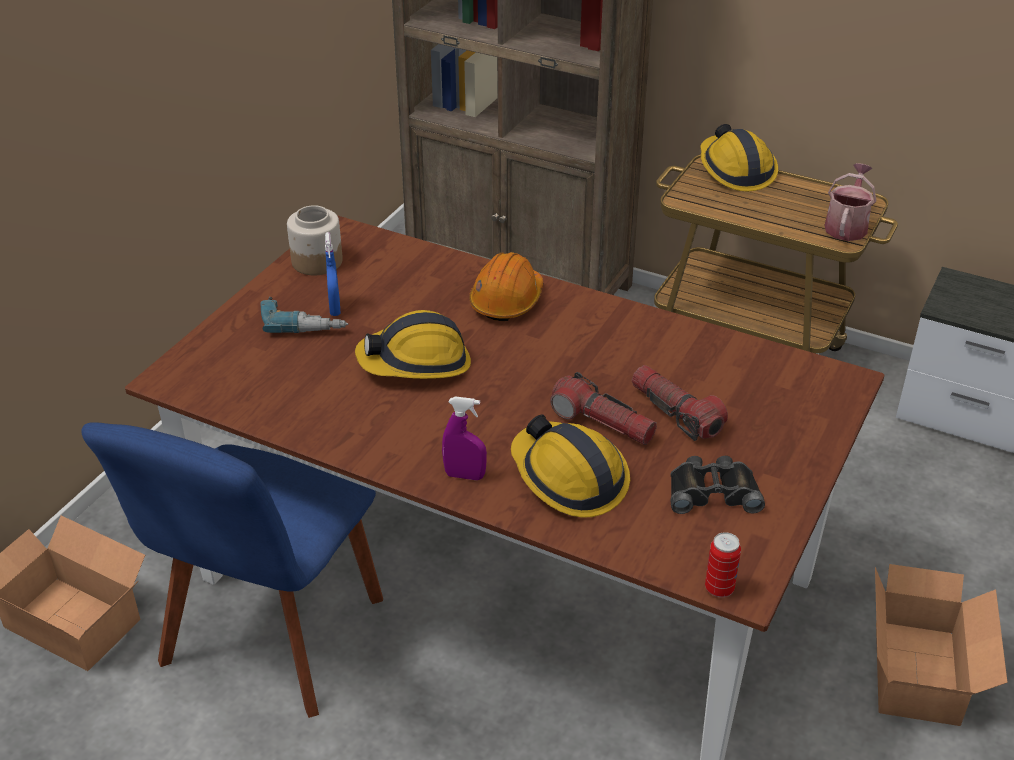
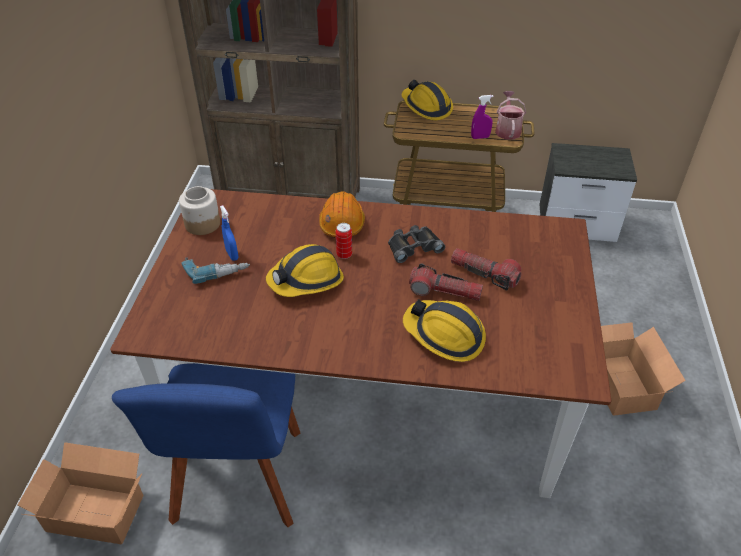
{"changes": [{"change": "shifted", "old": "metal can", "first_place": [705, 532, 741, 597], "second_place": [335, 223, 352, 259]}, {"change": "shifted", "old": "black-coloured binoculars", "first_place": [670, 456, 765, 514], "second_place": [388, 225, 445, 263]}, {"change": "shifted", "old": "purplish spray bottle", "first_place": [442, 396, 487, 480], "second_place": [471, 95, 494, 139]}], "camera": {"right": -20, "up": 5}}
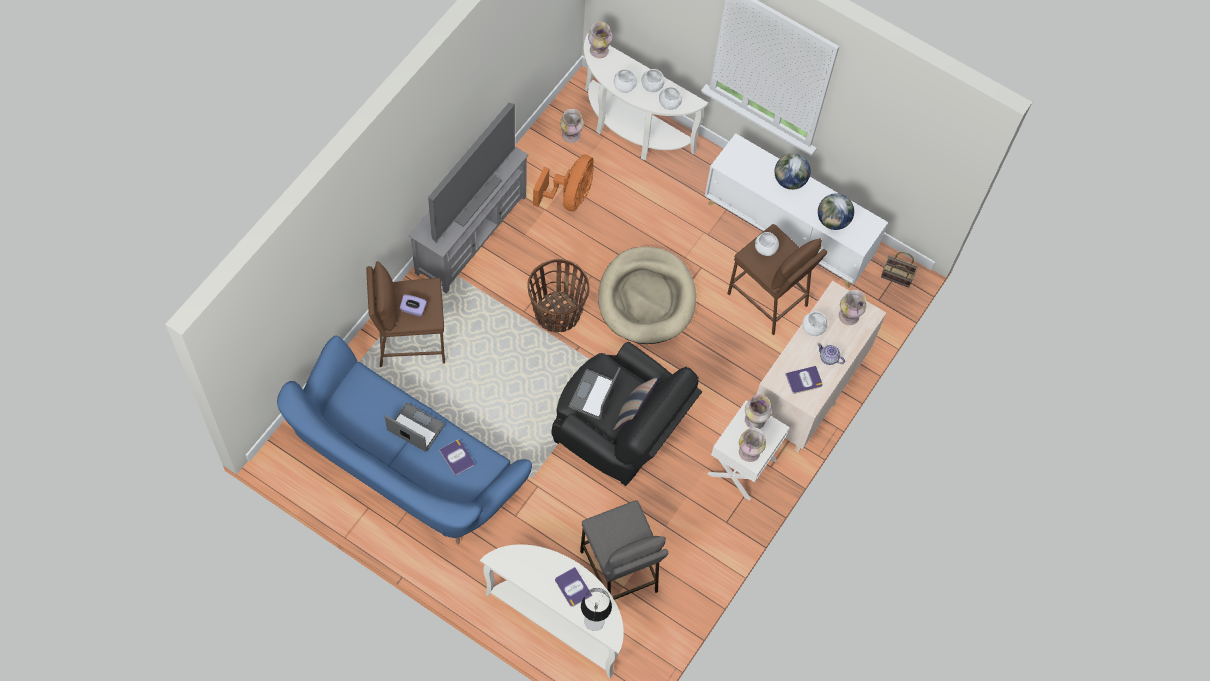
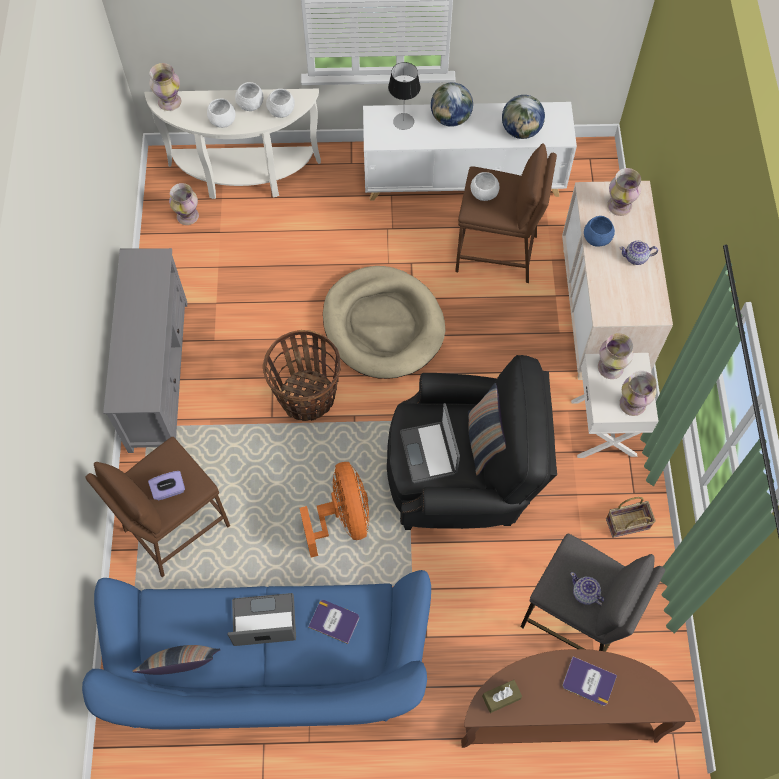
{"changes": [{"change": "new", "new": "pillow", "second_place": [132, 645, 220, 675]}, {"change": "shifted", "old": "orangey electric fan", "first_place": [533, 155, 594, 211], "second_place": [300, 462, 369, 557]}, {"change": "shifted", "old": "lamp for a table", "first_place": [581, 588, 612, 631], "second_place": [388, 62, 420, 130]}, {"change": "repainted", "old": "whitish narrow table", "new": "brown-coloured narrow table", "first_place": [480, 544, 624, 678], "second_place": [461, 649, 696, 748]}, {"change": "new", "new": "brown-coloured tissue box", "second_place": [482, 680, 522, 713]}, {"change": "new", "new": "tea pot", "second_place": [570, 572, 605, 605]}, {"change": "repainted", "old": "whitish bowl", "new": "blue bowl", "first_place": [803, 311, 827, 336], "second_place": [584, 216, 615, 247]}, {"change": "shifted", "old": "household basket", "first_place": [881, 252, 918, 288], "second_place": [606, 497, 656, 538]}, {"change": "gone", "old": "TV set", "first_place": [428, 103, 515, 243]}, {"change": "gone", "old": "book", "first_place": [785, 366, 823, 394]}], "camera": {"right": -30, "up": 0}}
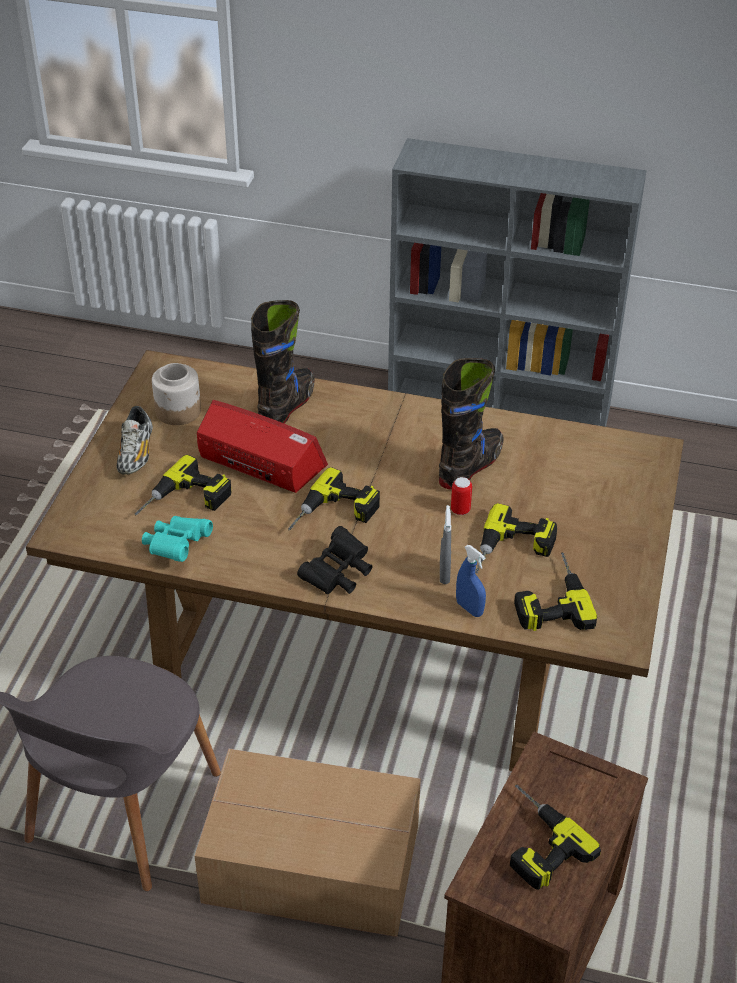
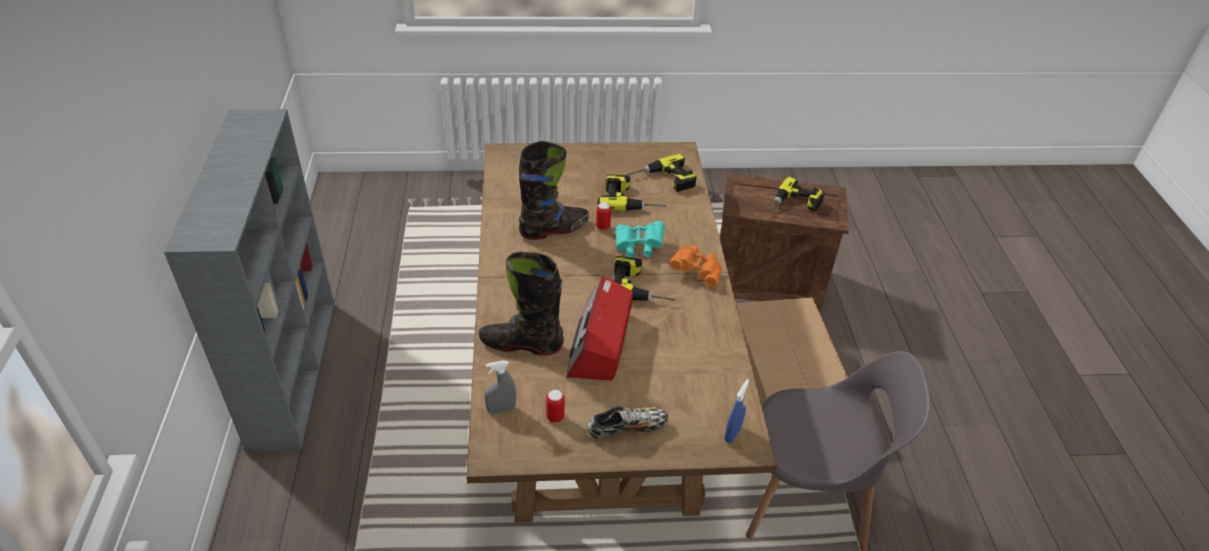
{"changes": [{"change": "shifted", "old": "greyish spray bottle", "first_place": [440, 505, 451, 584], "second_place": [484, 361, 516, 414]}, {"change": "rotated", "old": "black-coloured tall boot", "first_place": [439, 358, 504, 490], "second_place": [519, 141, 589, 240], "degrees": 135}, {"change": "swapped", "old": "storage jar", "new": "metal can", "first_place": [152, 363, 201, 425], "second_place": [546, 390, 565, 423]}, {"change": "shifted", "old": "blue-green binoculars", "first_place": [142, 516, 213, 562], "second_place": [615, 221, 665, 258]}, {"change": "repainted", "old": "black-coloured binoculars", "new": "orangey binoculars", "first_place": [297, 526, 372, 594], "second_place": [669, 246, 722, 287]}, {"change": "shifted", "old": "blue spray bottle", "first_place": [456, 545, 486, 617], "second_place": [724, 379, 749, 443]}, {"change": "gone", "old": "power drill", "first_place": [135, 455, 232, 515]}], "camera": {"right": -110, "up": 0}}
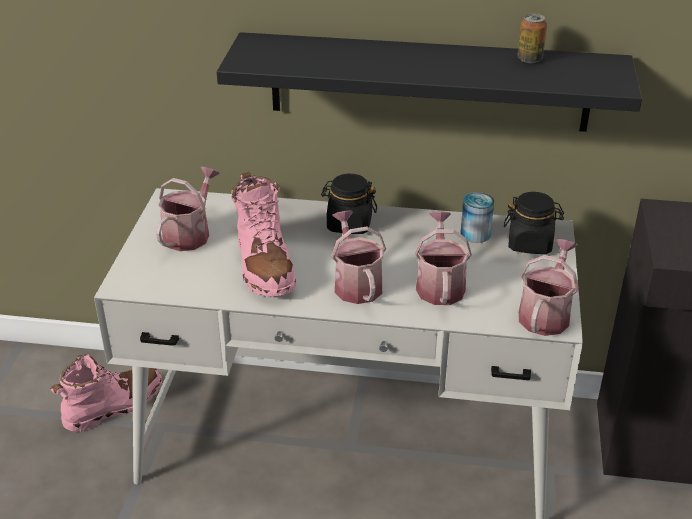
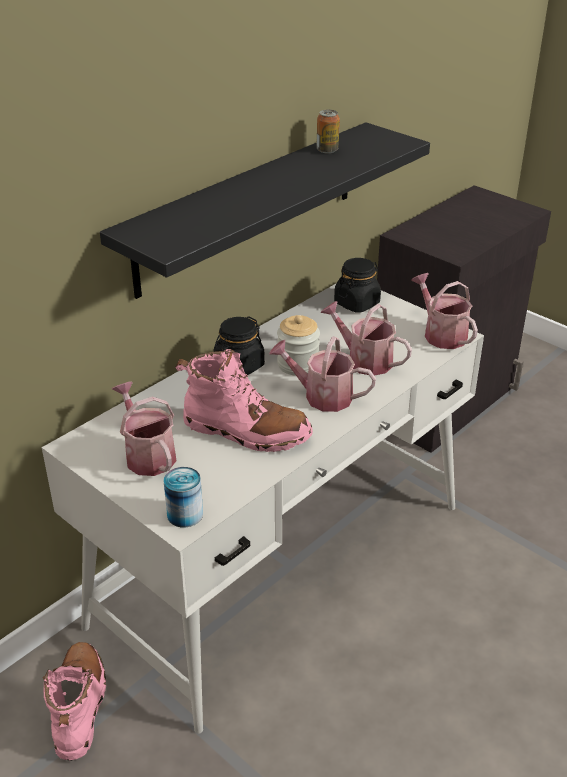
{"changes": [{"change": "shifted", "old": "metal can", "first_place": [460, 192, 494, 243], "second_place": [163, 467, 203, 527]}, {"change": "new", "new": "storage jar", "second_place": [277, 315, 320, 376]}], "camera": {"right": -55, "up": 0}}
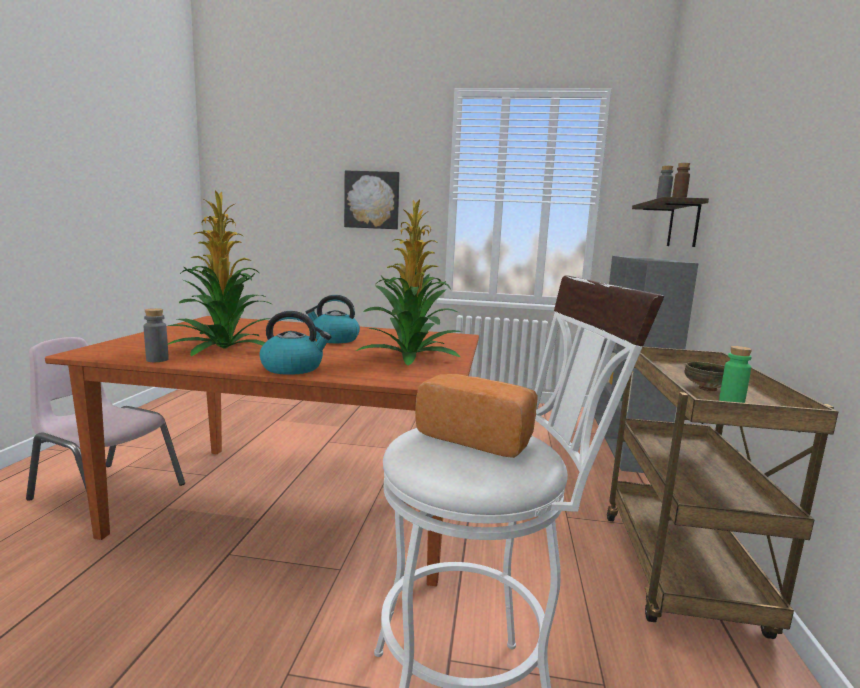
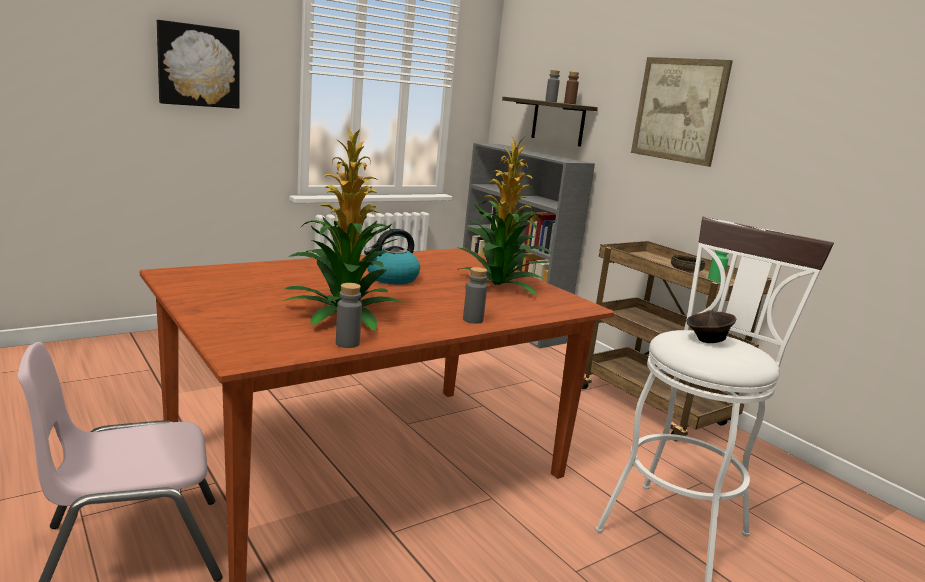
{"changes": [{"change": "swapped", "old": "tea kettle", "new": "greyish beverage bottle", "first_place": [259, 311, 331, 375], "second_place": [463, 267, 487, 323]}, {"change": "new", "new": "wall art", "second_place": [631, 57, 733, 167]}, {"change": "swapped", "old": "bakery bread", "new": "brown-coloured bowl", "first_place": [415, 374, 538, 458], "second_place": [686, 310, 736, 343]}], "camera": {"right": -45, "up": 5}}
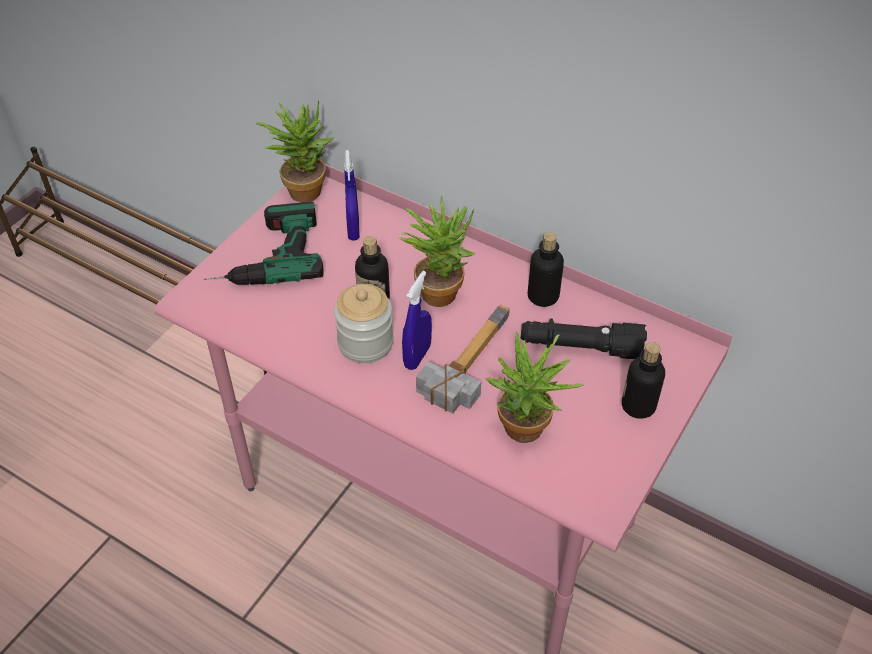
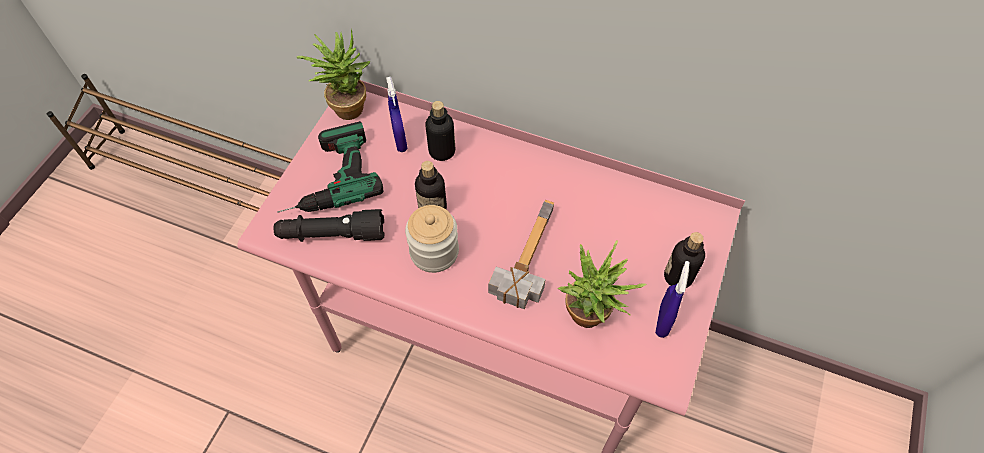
{"changes": [{"change": "shifted", "old": "black-coloured flashlight", "first_place": [521, 319, 647, 359], "second_place": [274, 209, 385, 242]}, {"change": "shifted", "old": "beverage bottle", "first_place": [528, 232, 564, 307], "second_place": [426, 101, 455, 161]}, {"change": "shifted", "old": "blue spray bottle", "first_place": [402, 271, 432, 370], "second_place": [655, 261, 690, 338]}, {"change": "gone", "old": "plant in a pot", "first_place": [398, 196, 475, 307]}], "camera": {"right": -10, "up": 10}}
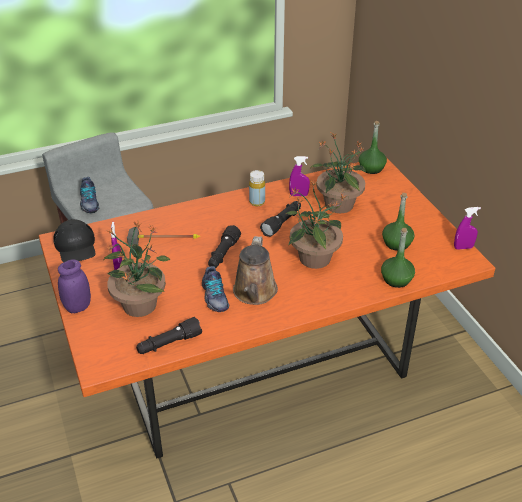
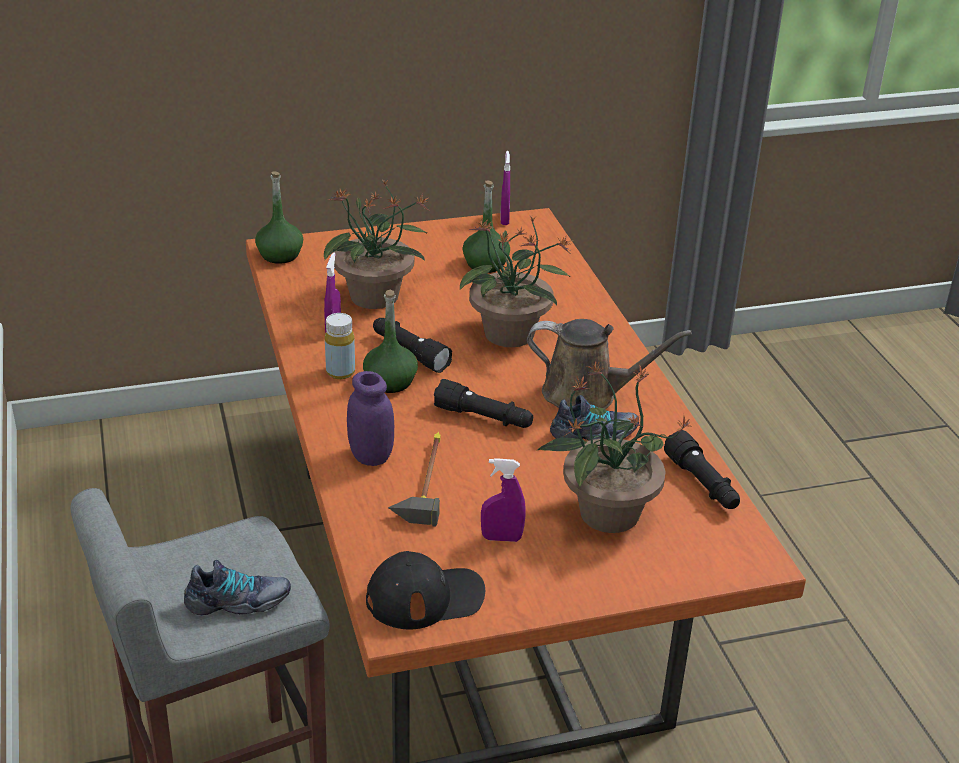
{"changes": [{"change": "shifted", "old": "purplish storage jar", "first_place": [58, 259, 91, 313], "second_place": [347, 371, 394, 466]}, {"change": "shifted", "old": "greenish beverage bottle", "first_place": [381, 228, 415, 288], "second_place": [363, 290, 418, 393]}], "camera": {"right": -85, "up": -5}}
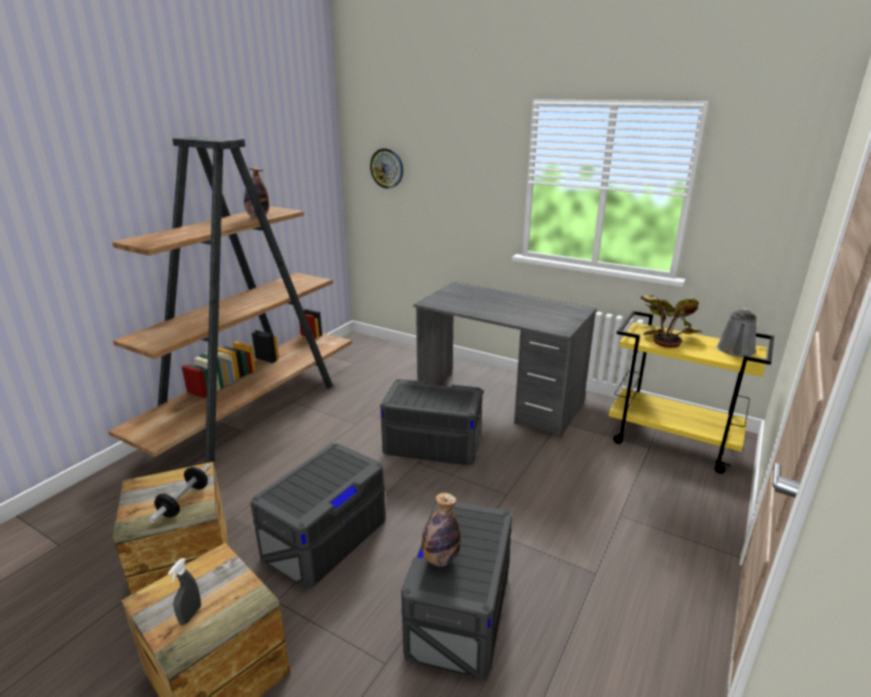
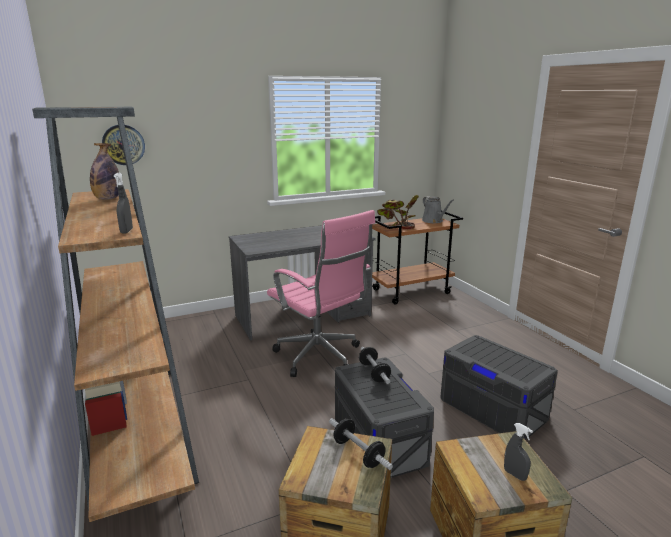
{"changes": [{"change": "new", "new": "greyish spray bottle", "second_place": [114, 173, 133, 234]}, {"change": "swapped", "old": "greyish storage bin", "new": "pink desk chair", "first_place": [380, 379, 483, 466], "second_place": [267, 210, 375, 377]}, {"change": "new", "new": "free weight", "second_place": [359, 347, 391, 384]}, {"change": "repainted", "old": "yellow trolley", "new": "brown-coloured trolley", "first_place": [609, 311, 774, 473], "second_place": [372, 210, 463, 304]}, {"change": "gone", "old": "beverage bottle", "first_place": [422, 493, 460, 566]}], "camera": {"right": -55, "up": -5}}
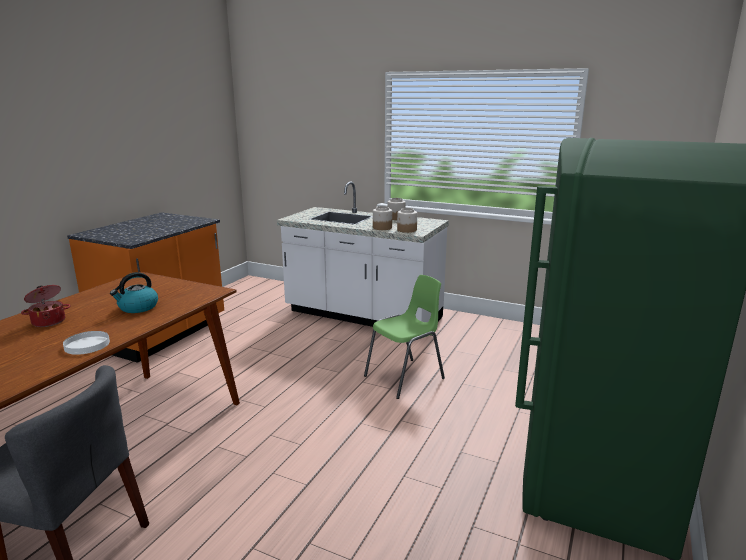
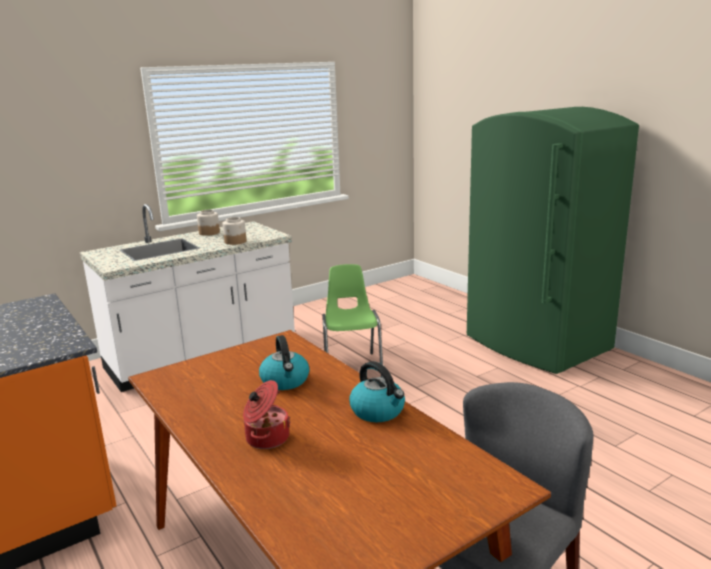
{"changes": [{"change": "swapped", "old": "whitish flat dish", "new": "tea kettle", "first_place": [63, 331, 110, 355], "second_place": [349, 361, 405, 422]}, {"change": "gone", "old": "storage jar", "first_place": [397, 208, 417, 233]}], "camera": {"right": -60, "up": 0}}
